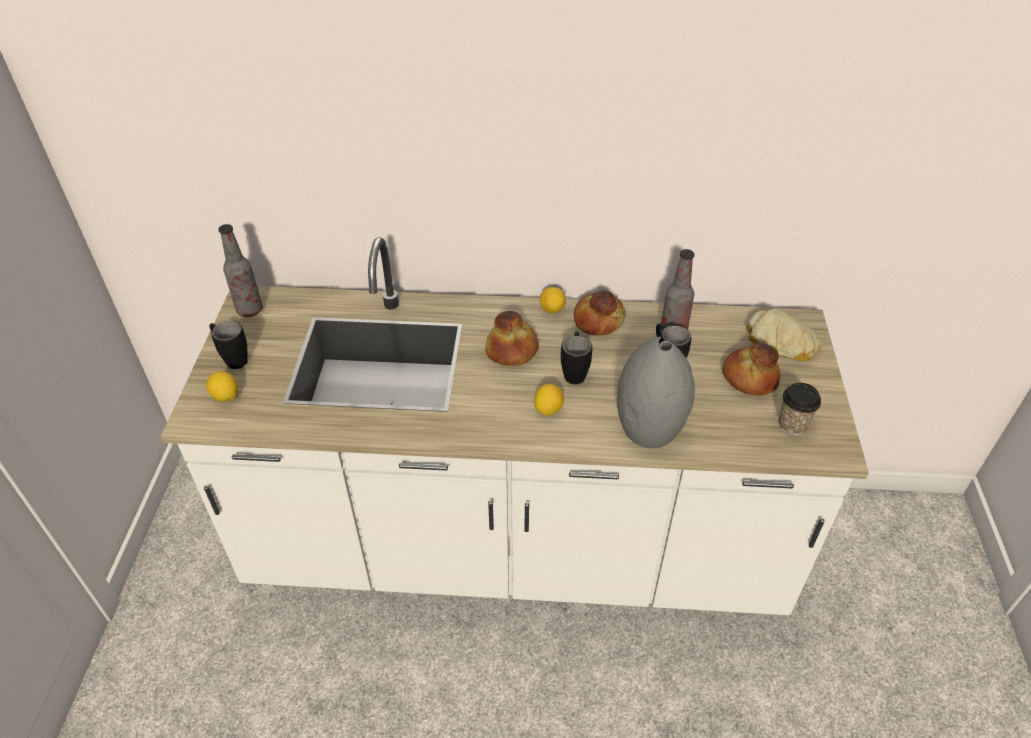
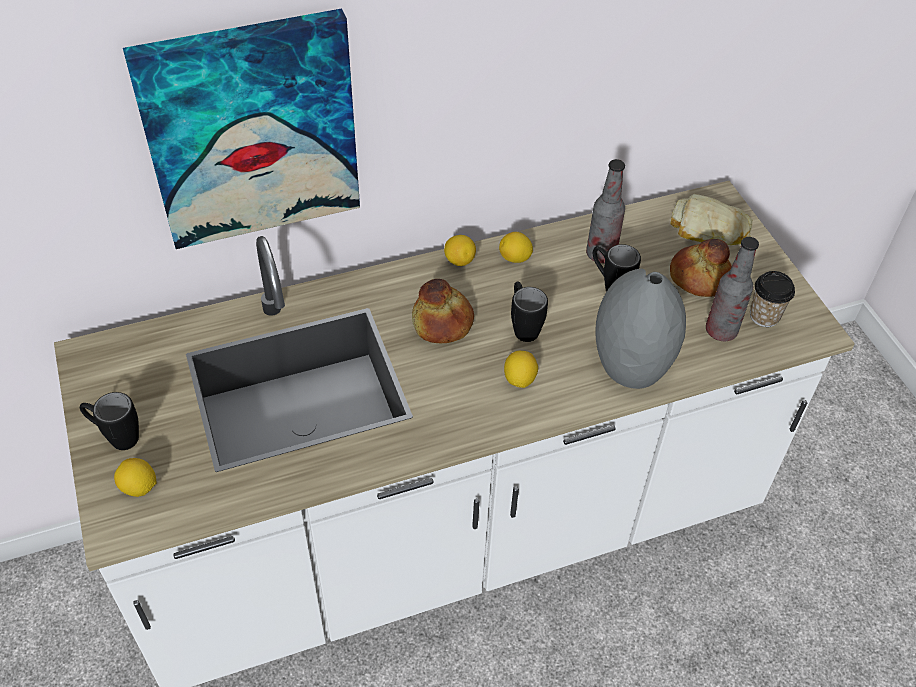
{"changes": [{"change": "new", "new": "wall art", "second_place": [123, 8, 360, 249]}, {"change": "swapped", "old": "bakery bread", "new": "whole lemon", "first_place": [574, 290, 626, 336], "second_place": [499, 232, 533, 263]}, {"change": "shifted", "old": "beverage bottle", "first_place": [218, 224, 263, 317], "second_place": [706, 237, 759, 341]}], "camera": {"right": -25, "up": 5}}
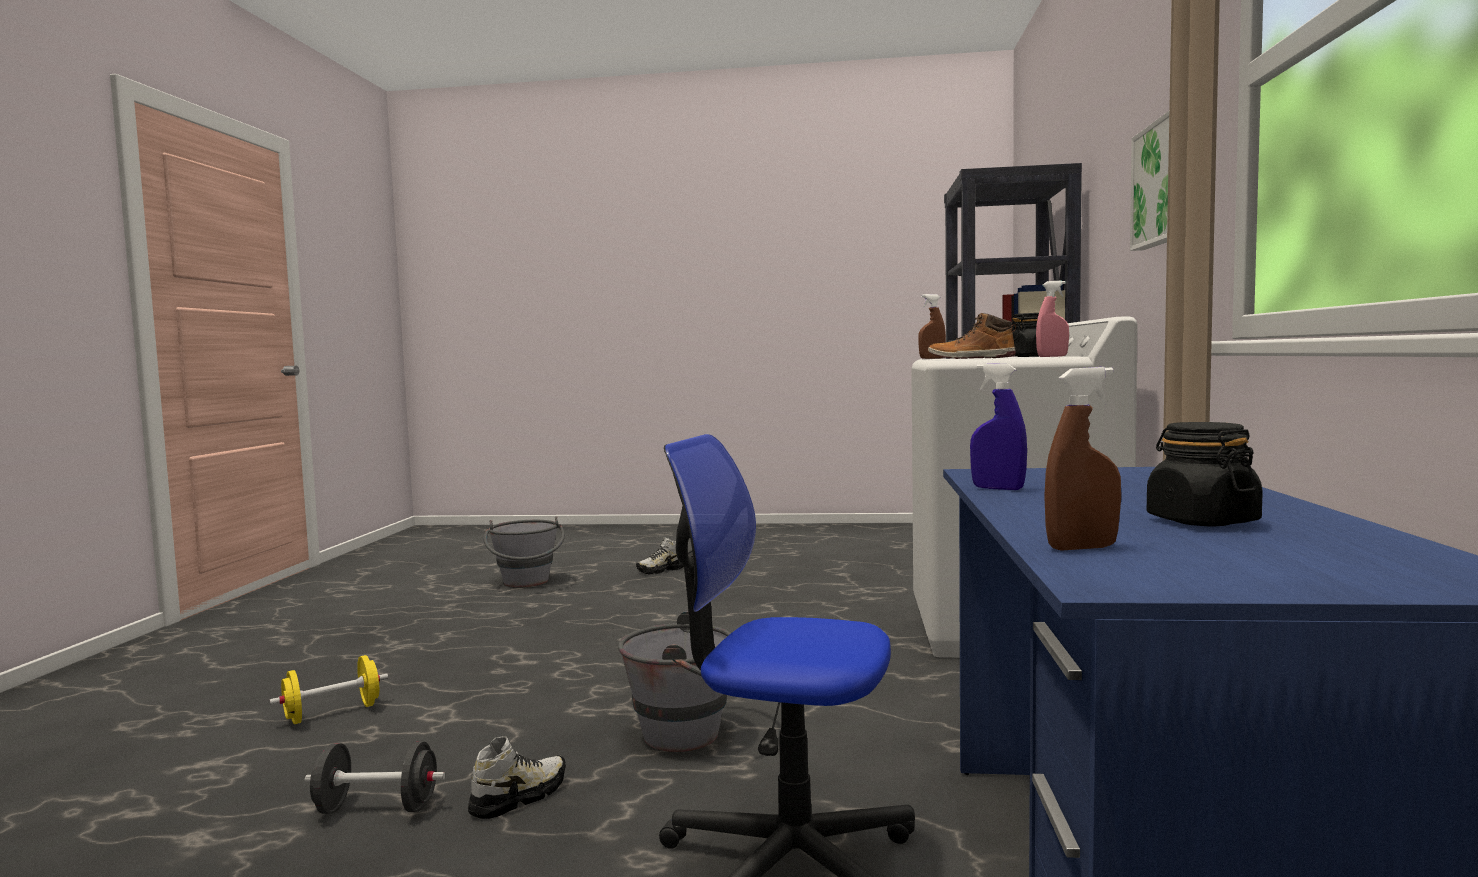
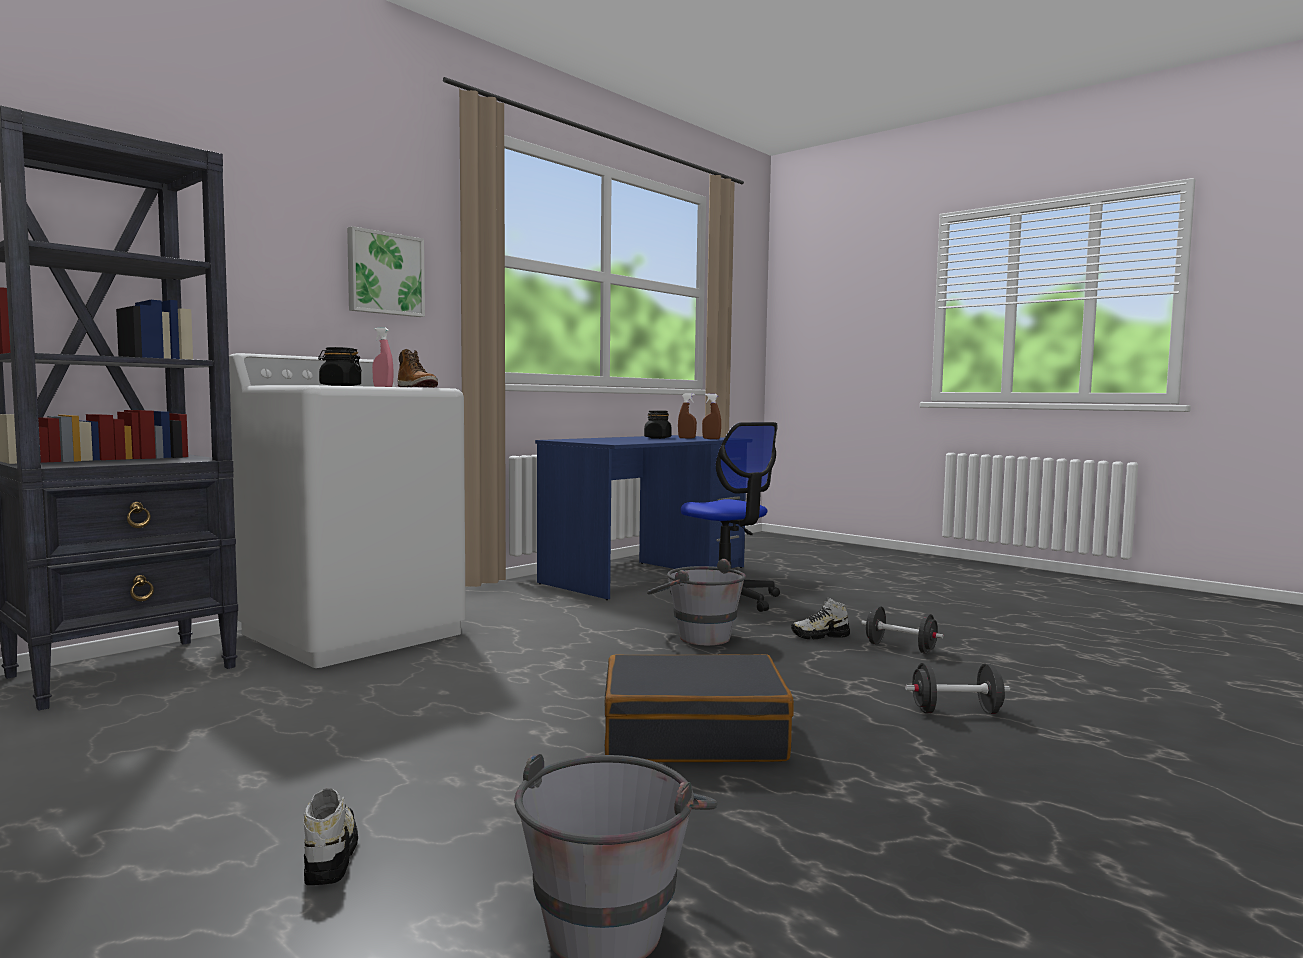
{"changes": [{"change": "rotated", "old": "item of footwear", "first_place": [636, 537, 684, 574], "second_place": [303, 788, 358, 885], "degrees": -105}, {"change": "new", "new": "black-coloured piece of luggage", "second_place": [605, 654, 794, 762]}, {"change": "shifted", "old": "brown-coloured spray bottle", "first_place": [918, 294, 946, 359], "second_place": [678, 393, 697, 439]}, {"change": "repainted", "old": "yellow free weight", "new": "black-coloured free weight", "first_place": [269, 655, 388, 724], "second_place": [905, 663, 1010, 714]}, {"change": "gone", "old": "blue spray bottle", "first_place": [970, 364, 1027, 490]}], "camera": {"right": -145, "up": 0}}
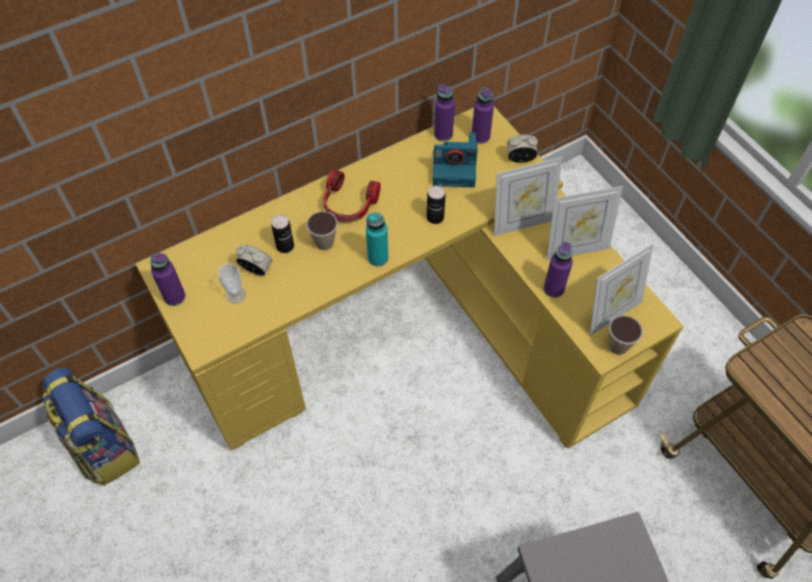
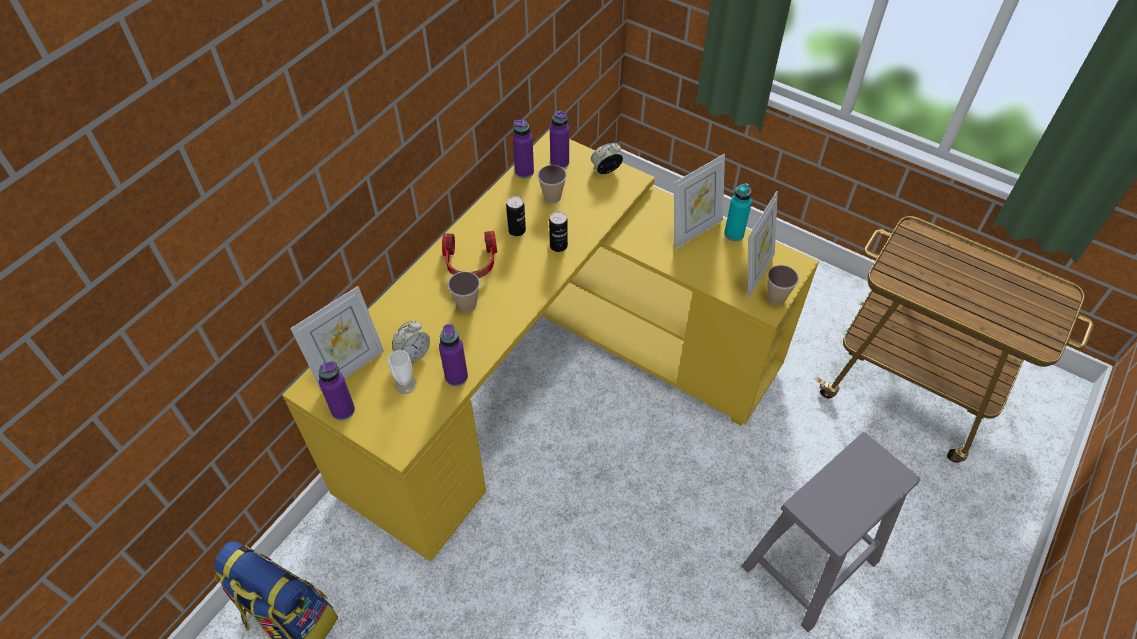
{"changes": [{"change": "shifted", "old": "standing frame", "first_place": [494, 157, 562, 236], "second_place": [290, 286, 384, 393]}, {"change": "rotated", "old": "alarm clock", "first_place": [236, 245, 273, 276], "second_place": [392, 320, 430, 363], "degrees": 135}, {"change": "shifted", "old": "purplish beverage bottle", "first_place": [544, 242, 573, 298], "second_place": [439, 324, 468, 386]}, {"change": "shifted", "old": "metal can", "first_place": [271, 215, 294, 253], "second_place": [506, 196, 526, 236]}, {"change": "swapped", "old": "photo camera", "new": "small cup", "first_place": [433, 132, 478, 188], "second_place": [537, 165, 567, 204]}, {"change": "shifted", "old": "blue-green beverage bottle", "first_place": [366, 212, 388, 267], "second_place": [724, 183, 752, 241]}], "camera": {"right": -25, "up": -5}}
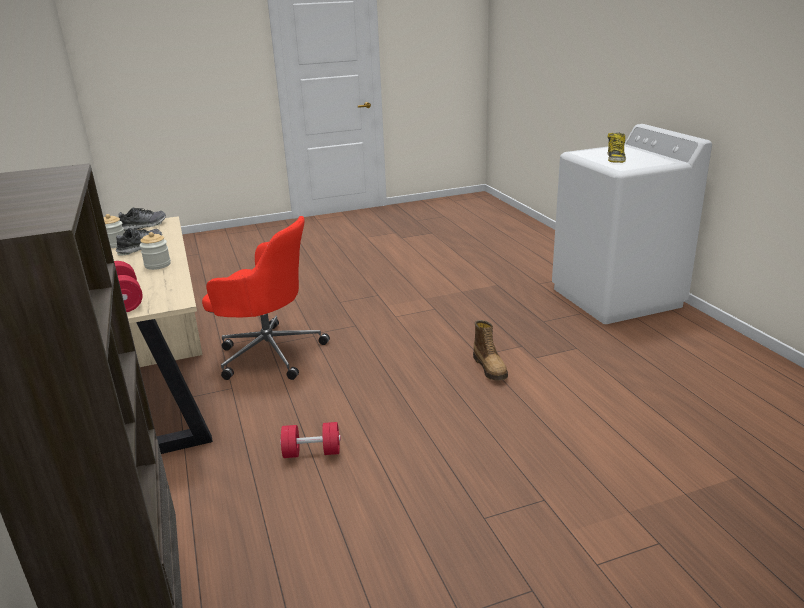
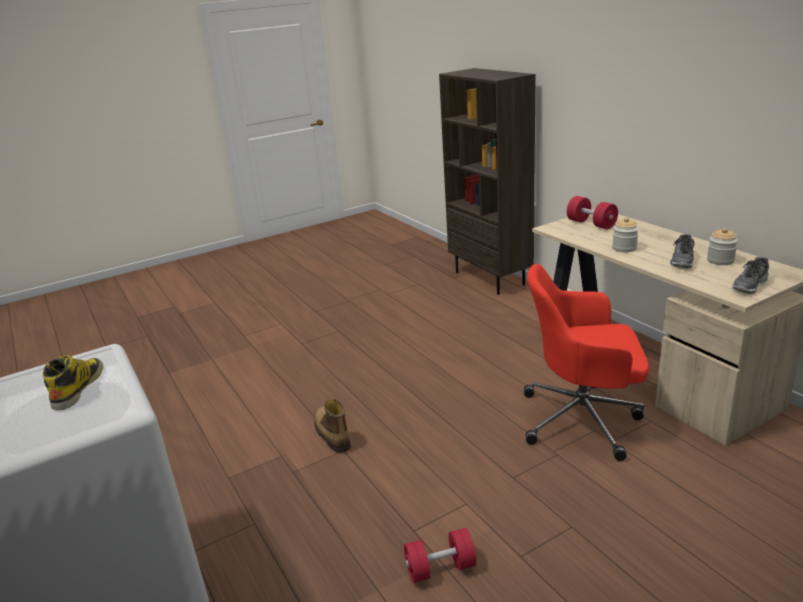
{"changes": [{"change": "shifted", "old": "red free weight", "first_place": [280, 422, 341, 458], "second_place": [404, 528, 477, 583]}], "camera": {"right": 170, "up": 0}}
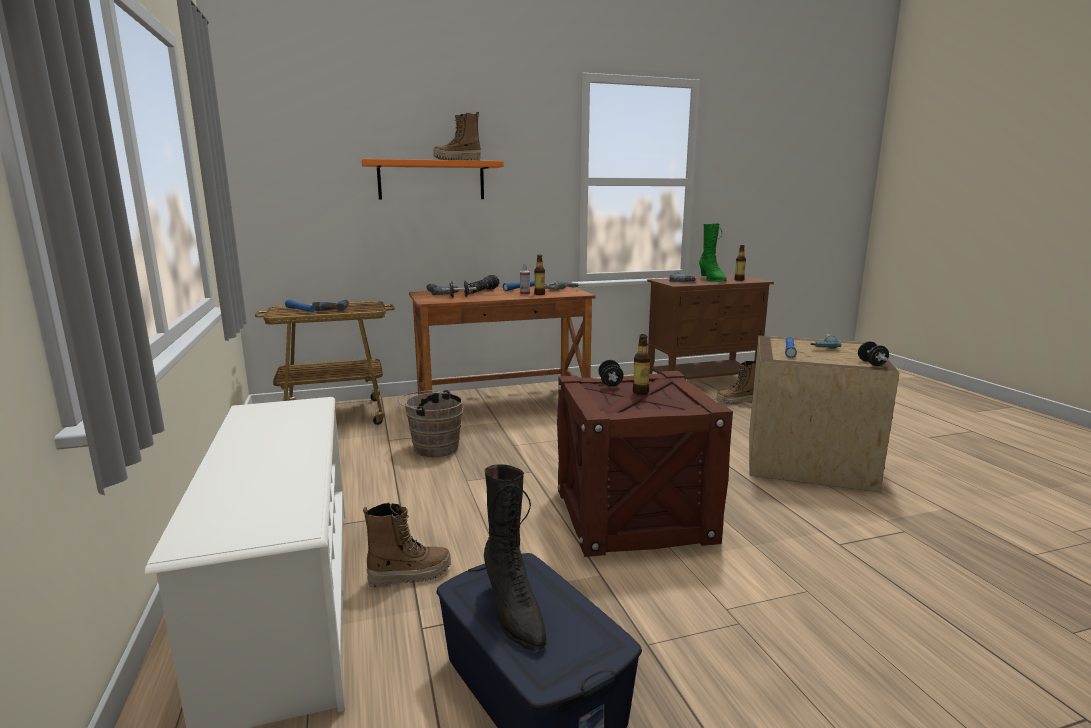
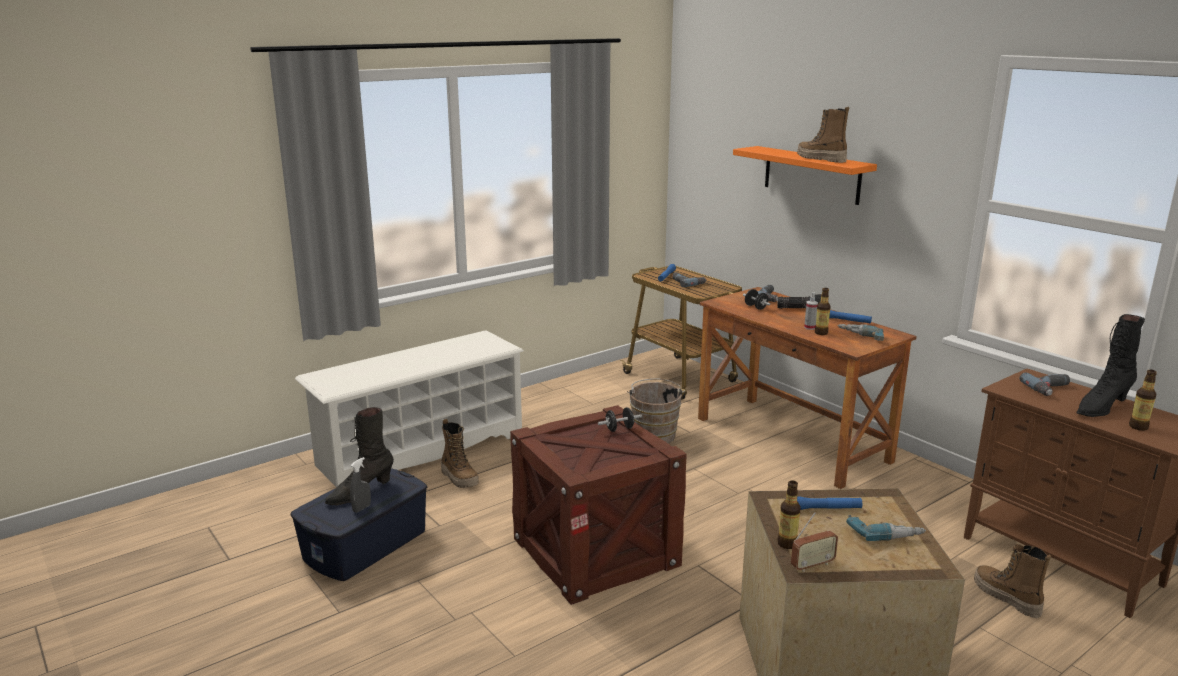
{"changes": [{"change": "new", "new": "greyish spray bottle", "second_place": [350, 457, 371, 513]}, {"change": "shifted", "old": "beverage bottle", "first_place": [633, 334, 651, 395], "second_place": [777, 480, 801, 549]}, {"change": "swapped", "old": "black-coloured free weight", "new": "radio receiver", "first_place": [858, 341, 889, 366], "second_place": [791, 512, 838, 572]}, {"change": "repainted", "old": "greenish tall boot", "new": "black-coloured tall boot", "first_place": [699, 223, 727, 282], "second_place": [1076, 314, 1145, 417]}], "camera": {"right": 70, "up": 5}}
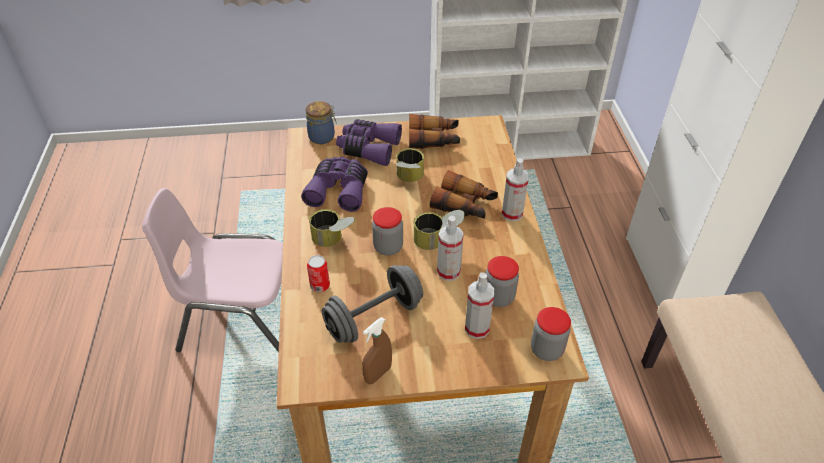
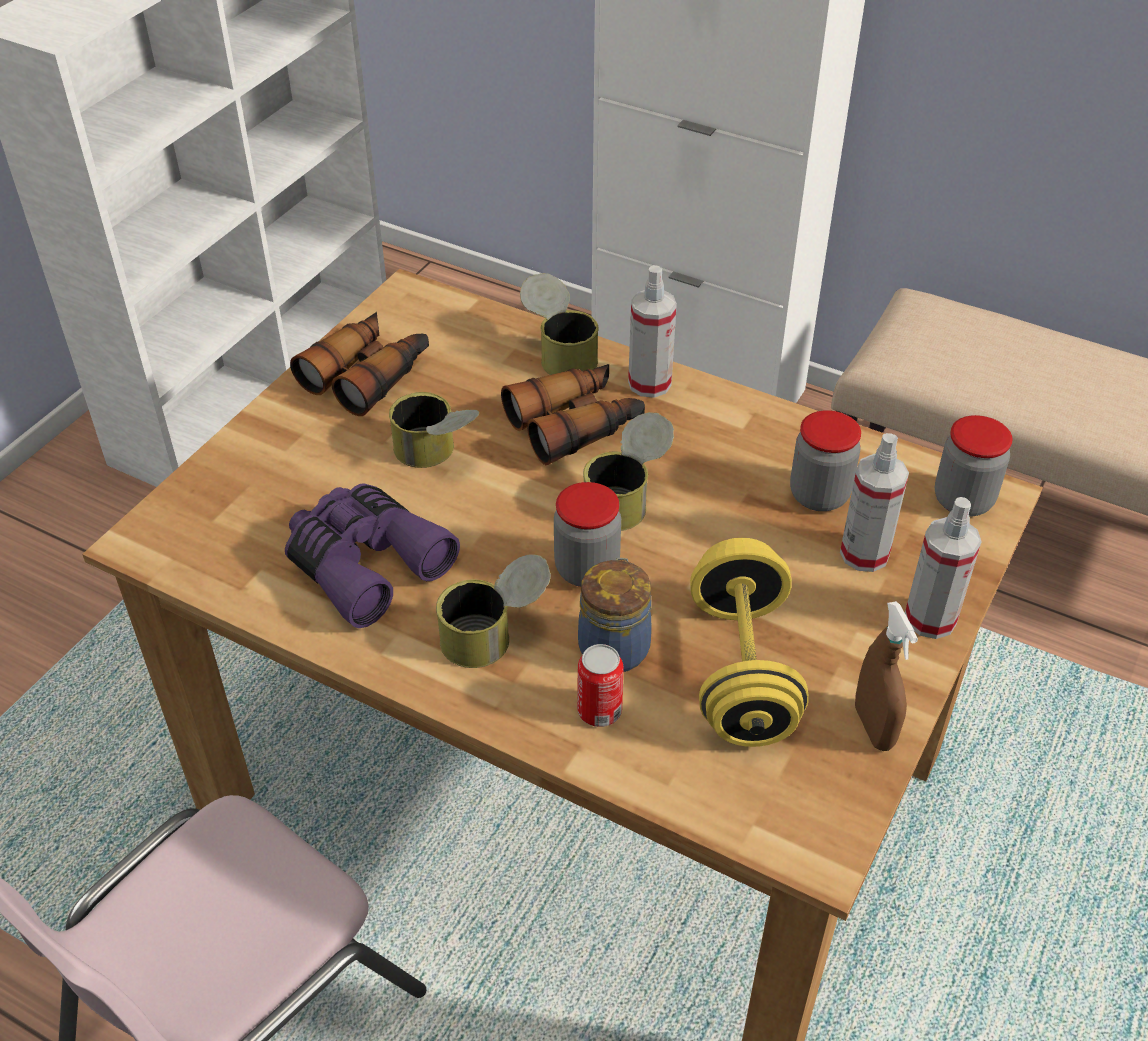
{"changes": [{"change": "new", "new": "metal can", "second_place": [520, 273, 599, 375]}, {"change": "shifted", "old": "storage jar", "first_place": [306, 101, 337, 144], "second_place": [578, 558, 651, 672]}, {"change": "repainted", "old": "greyish free weight", "new": "yellow free weight", "first_place": [322, 265, 423, 343], "second_place": [690, 538, 809, 747]}, {"change": "shifted", "old": "spray bottle", "first_place": [437, 216, 464, 281], "second_place": [905, 497, 982, 639]}, {"change": "gone", "old": "purplish binoculars", "first_place": [336, 119, 402, 166]}], "camera": {"right": -55, "up": 0}}
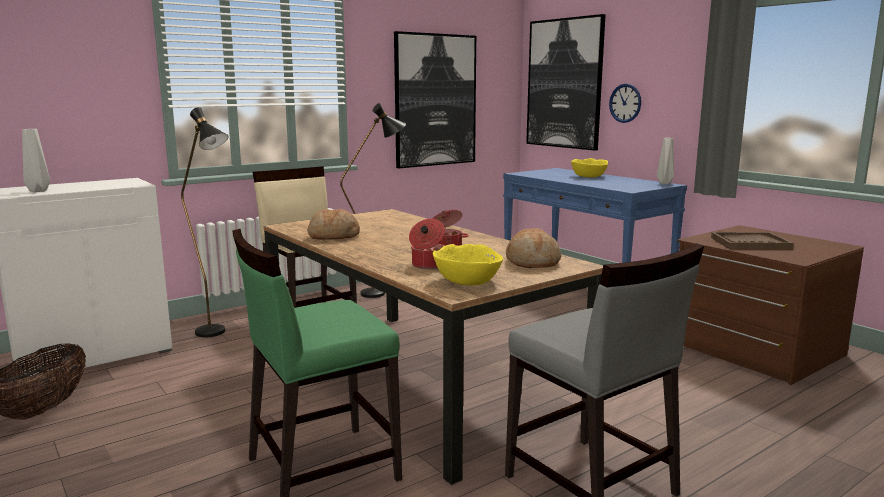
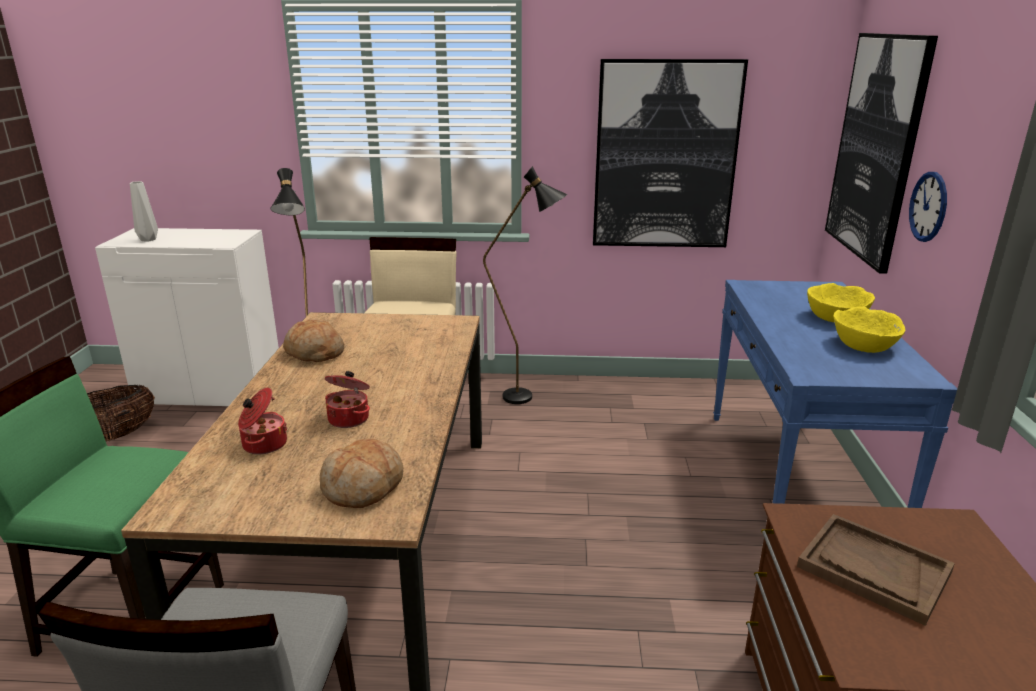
{"changes": [{"change": "shifted", "old": "yellow bowl", "first_place": [433, 244, 503, 286], "second_place": [834, 307, 905, 353]}, {"change": "gone", "old": "greyish decorative vase", "first_place": [657, 138, 674, 184]}], "camera": {"right": 40, "up": 10}}
